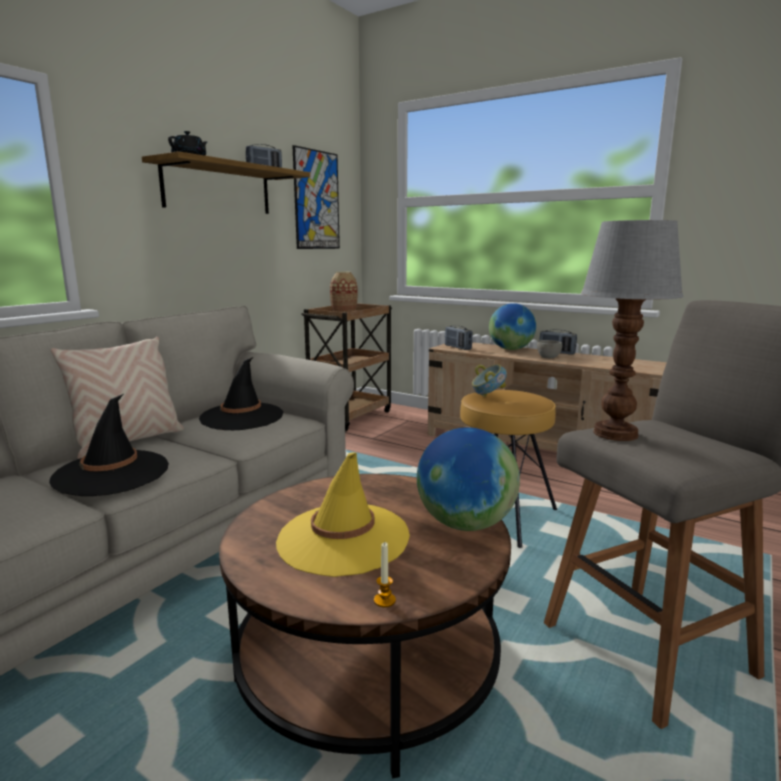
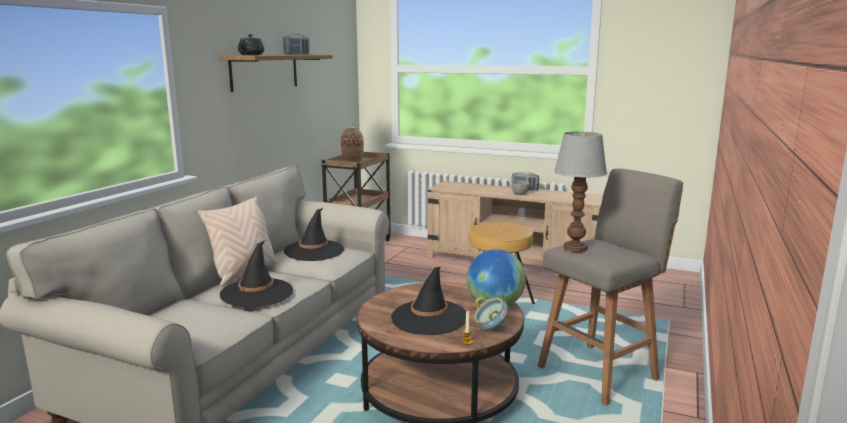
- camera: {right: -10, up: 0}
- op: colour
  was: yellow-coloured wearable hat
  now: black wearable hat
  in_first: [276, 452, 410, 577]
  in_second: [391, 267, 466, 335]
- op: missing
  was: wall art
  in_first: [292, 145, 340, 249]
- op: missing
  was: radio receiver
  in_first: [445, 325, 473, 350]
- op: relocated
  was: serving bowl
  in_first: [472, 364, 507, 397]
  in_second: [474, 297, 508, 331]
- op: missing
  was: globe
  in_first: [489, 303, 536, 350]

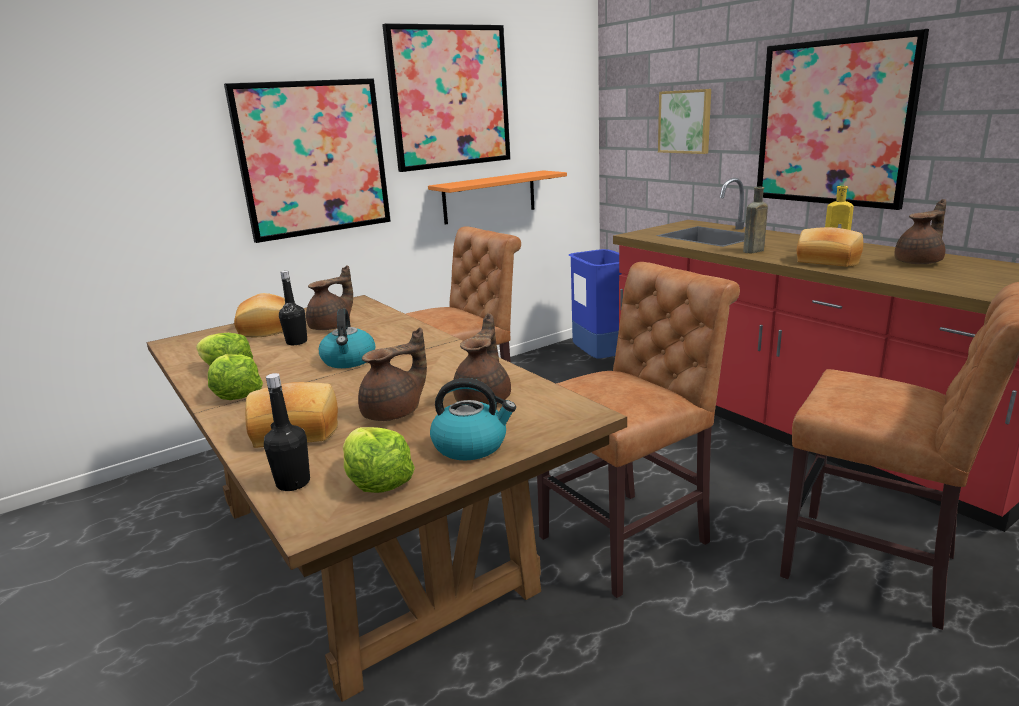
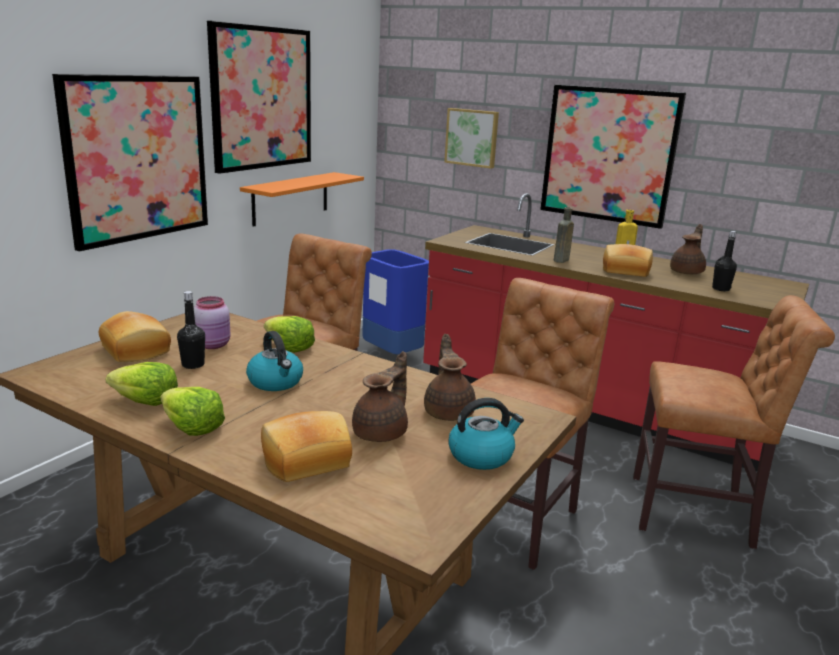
- camera: {right: -25, up: 0}
- op: relocated
  was: black drink bottle
  in_first: [264, 373, 310, 491]
  in_second: [712, 231, 737, 291]
- op: exchanged
  was: brownish pot for tea
  now: pink jar
  in_first: [306, 265, 353, 330]
  in_second: [194, 296, 230, 349]
- op: relocated
  was: lettuce head
  in_first: [343, 427, 415, 493]
  in_second: [264, 316, 315, 353]

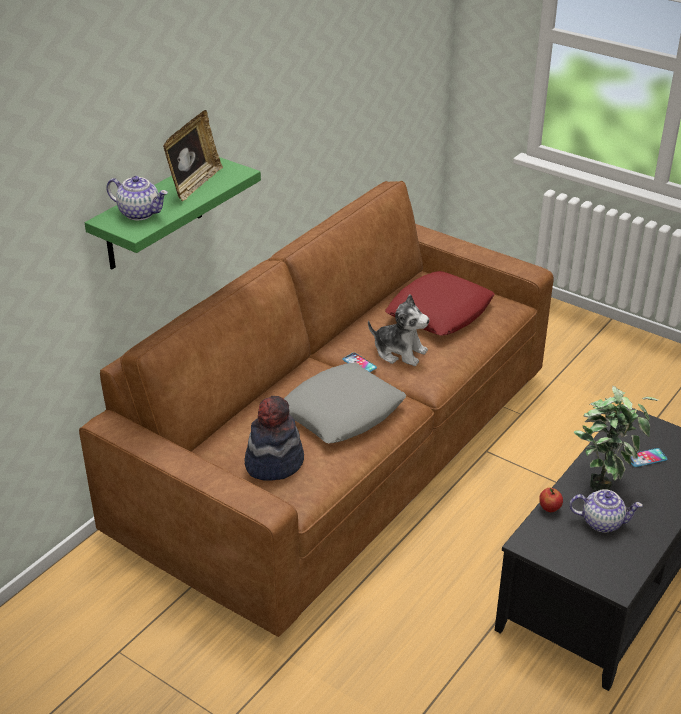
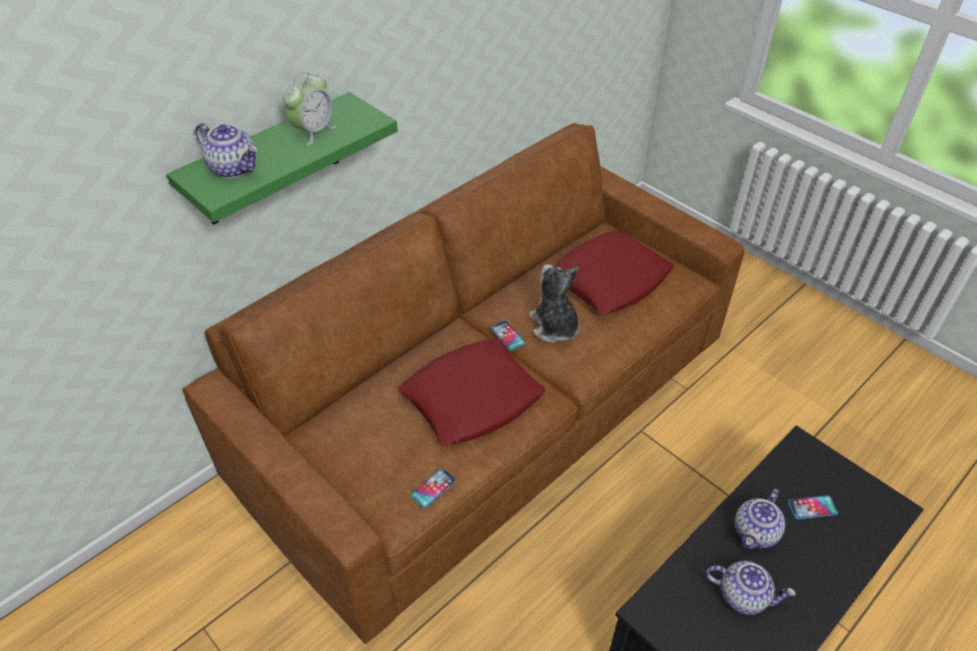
- camera: {right: 10, up: 10}
- op: exchanged
  was: standing frame
  now: table clock
  in_first: [163, 110, 223, 201]
  in_second: [283, 72, 336, 146]
- op: missing
  was: wearable hat
  in_first: [245, 396, 304, 481]
- op: colour
  was: grey throw pillow
  now: reddish throw pillow
  in_first: [284, 363, 406, 443]
  in_second: [398, 338, 546, 446]
- op: spun
  was: cuddly toy
  in_first: [368, 294, 430, 366]
  in_second: [529, 264, 580, 343]
  clockwise: -150
- op: missing
  was: apple fruit
  in_first: [539, 488, 563, 512]
- op: exchanged
  was: potted plant
  now: pot for tea
  in_first: [574, 386, 658, 491]
  in_second: [735, 489, 785, 549]
- op: appeared
  now: phone
  in_second: [410, 468, 456, 508]

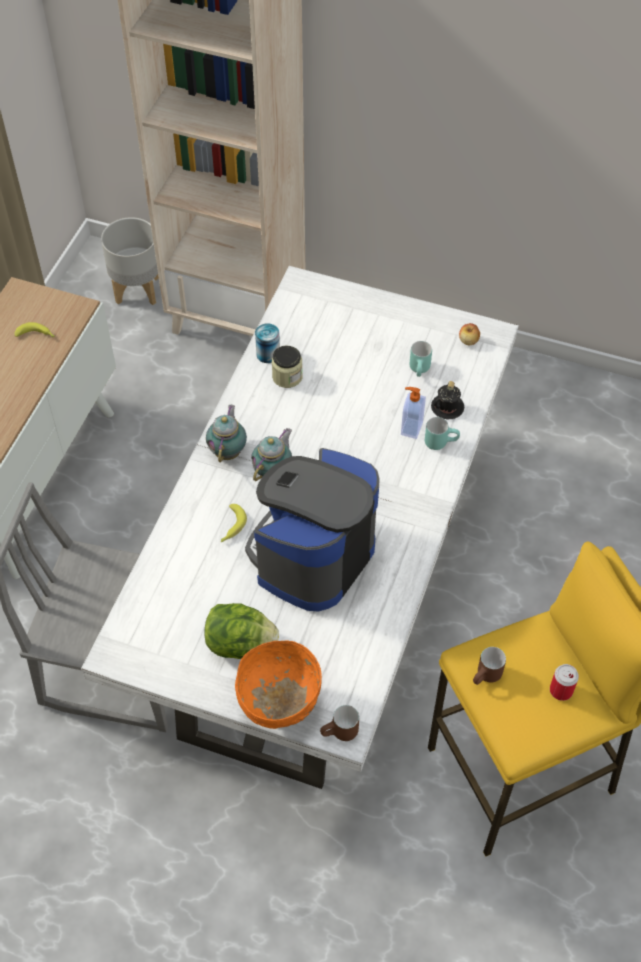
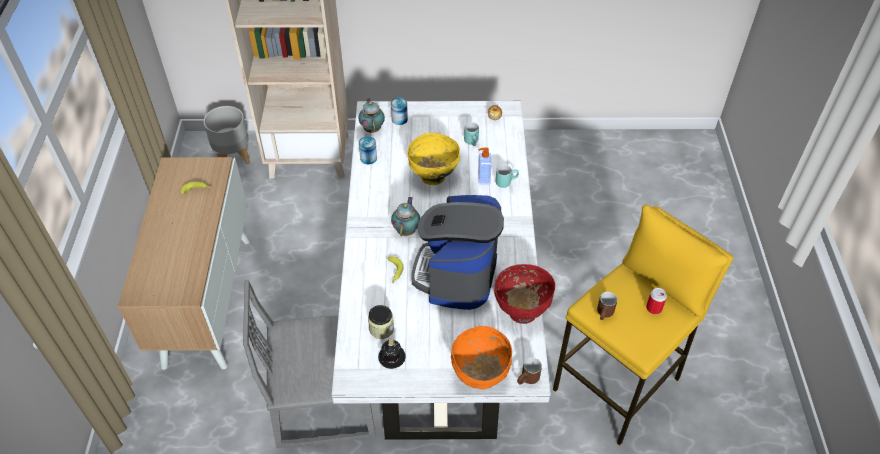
- camera: {right: -20, up: -5}
- op: missing
  was: lettuce head
  in_first: [204, 603, 279, 659]
- op: relocated
  was: pot for tea
  in_first: [206, 405, 247, 462]
  in_second: [359, 98, 385, 133]
- op: relocated
  was: jar
  in_first: [272, 346, 303, 388]
  in_second: [368, 305, 394, 339]
- op: relocated
  was: black coffee mug
  in_first: [431, 381, 465, 419]
  in_second: [378, 339, 406, 369]
- op: appeared
  now: sealed can
  in_second: [391, 98, 408, 125]
- op: appeared
  now: yellow-coloured serving bowl
  in_second: [407, 133, 460, 185]
- op: appeared
  now: reddish serving bowl
  in_second: [494, 264, 555, 324]

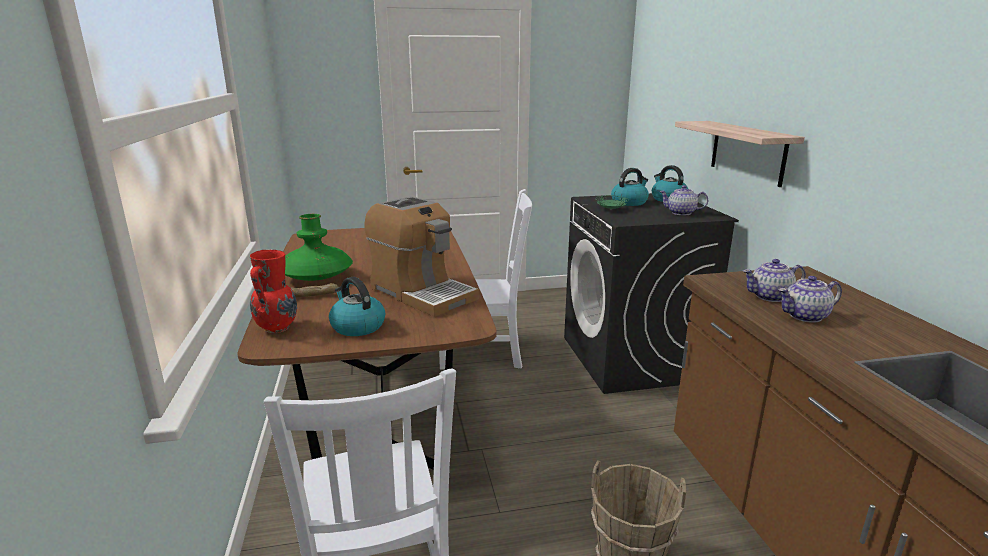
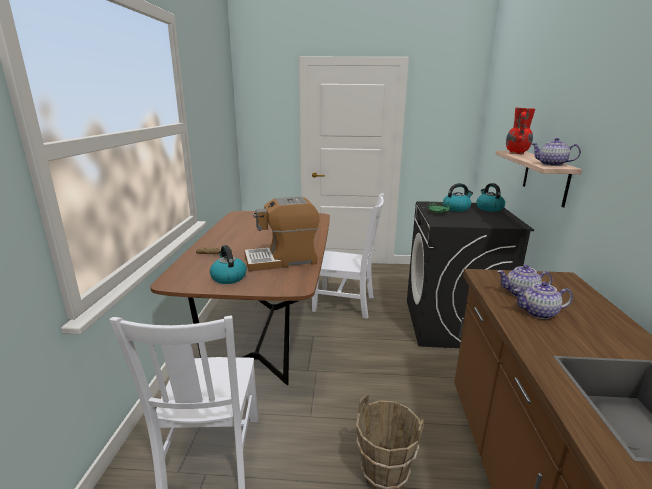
- camera: {right: 15, up: 0}
- op: relocated
  was: reddish flower vase
  in_first: [250, 250, 297, 333]
  in_second: [506, 108, 535, 154]
- op: missing
  was: greenish flower vase
  in_first: [285, 214, 353, 281]
- op: spun
  was: coffee brewer
  in_first: [364, 196, 479, 317]
  in_second: [244, 196, 320, 271]
  clockwise: 105
- op: relocated
  was: pot for tea
  in_first: [659, 185, 708, 215]
  in_second: [532, 138, 581, 166]

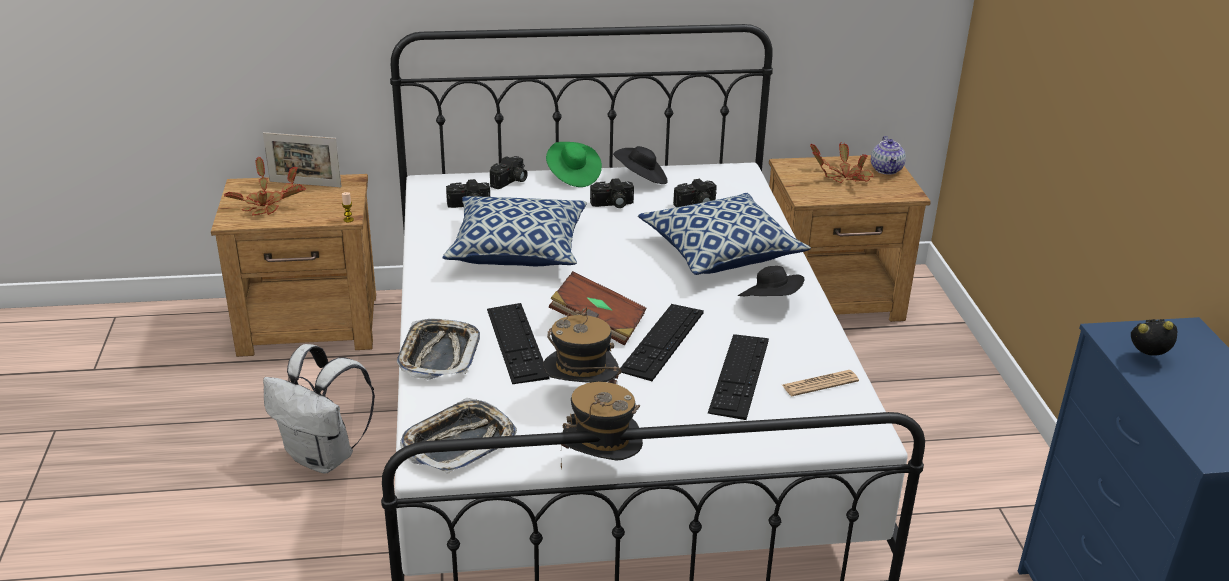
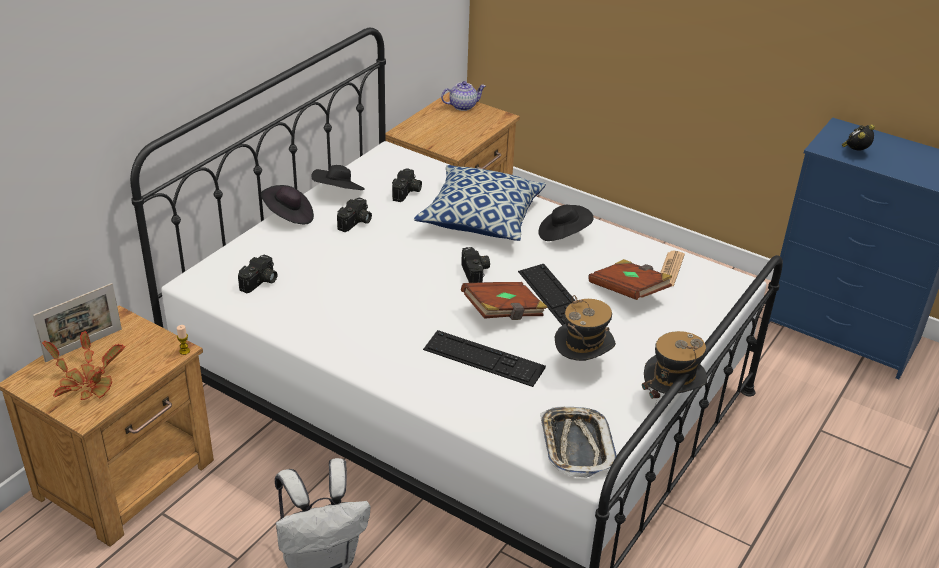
- camera: {right: -50, up: 5}
- op: missing
  was: serving tray
  in_first: [397, 319, 480, 380]
- op: missing
  was: throw pillow
  in_first: [443, 196, 587, 266]
- op: relocated
  was: photo camera
  in_first: [490, 156, 528, 189]
  in_second: [461, 247, 490, 283]
- op: colour
  was: greenish wearable hat
  now: black wearable hat
  in_first: [546, 142, 602, 187]
  in_second: [260, 185, 314, 224]
- op: exchanged
  was: keyboard
  now: brownish bound book
  in_first: [708, 334, 769, 420]
  in_second: [588, 259, 672, 300]
- op: missing
  was: potted plant
  in_first: [810, 142, 873, 183]
- op: spun
  was: pot for tea
  in_first: [871, 136, 906, 175]
  in_second: [441, 81, 486, 111]
  clockwise: -60

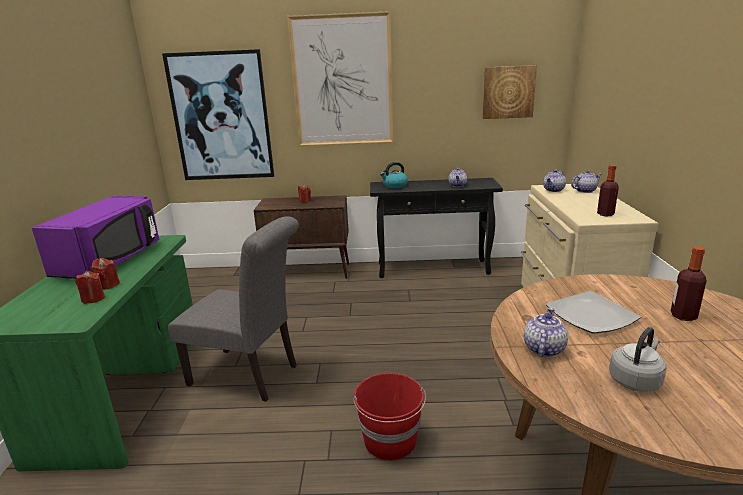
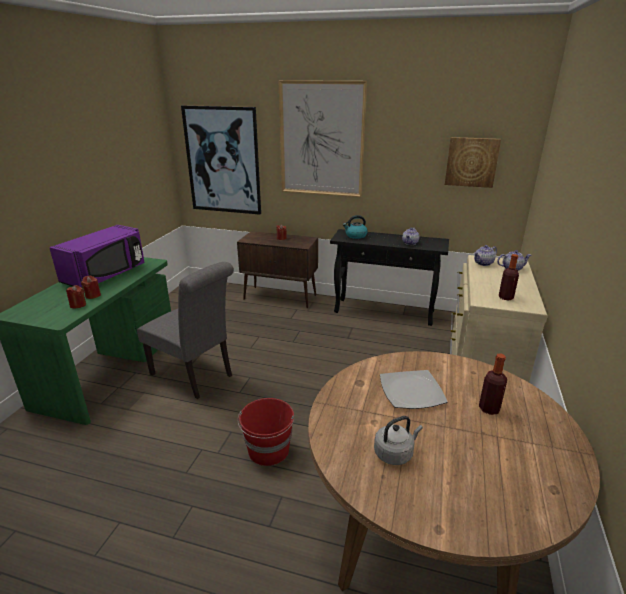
- camera: {right: 15, up: 5}
- op: missing
  was: pot for tea
  in_first: [524, 308, 568, 357]

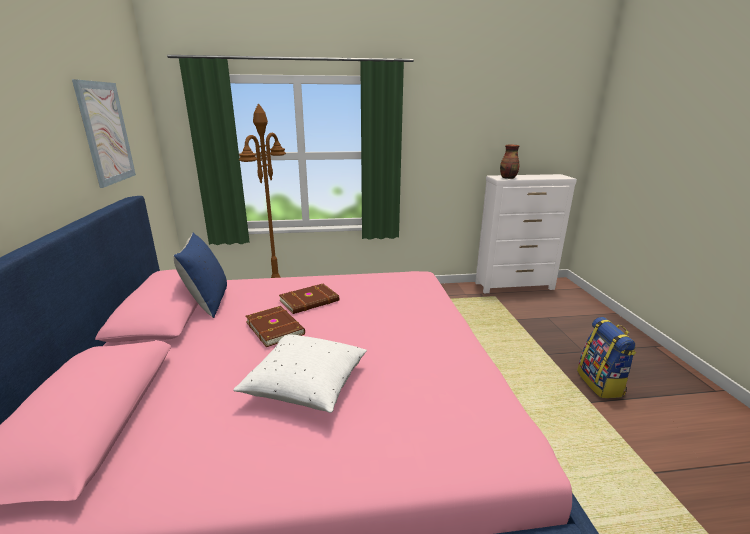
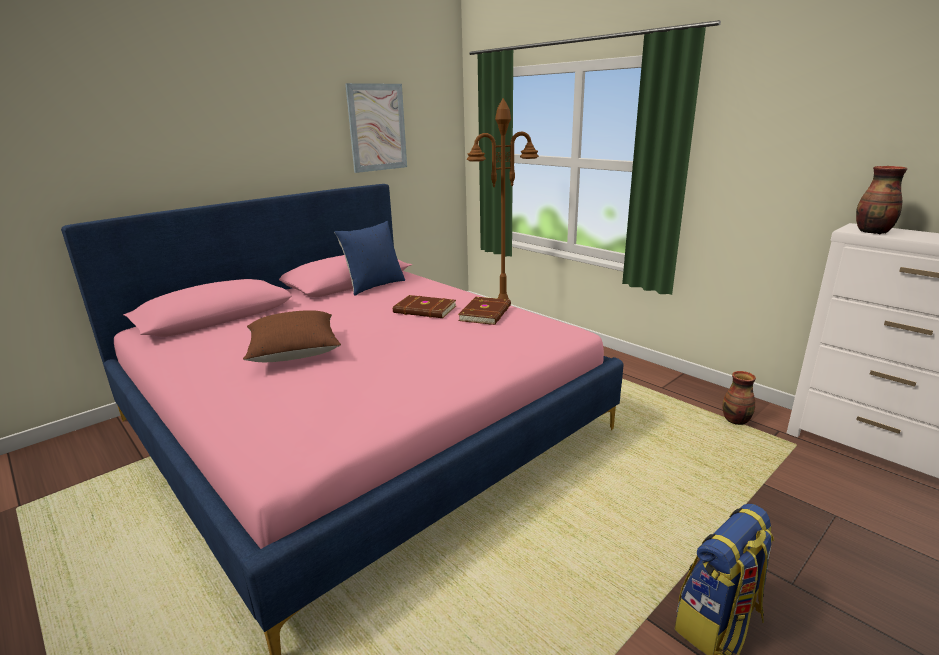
- camera: {right: 55, up: 0}
- op: colour
  was: white throw pillow
  now: brownish throw pillow
  in_first: [233, 335, 367, 413]
  in_second: [243, 310, 341, 362]
- op: relocated
  was: brownish bound book
  in_first: [246, 306, 305, 347]
  in_second: [458, 297, 511, 325]
- op: appeared
  now: flower vase
  in_second: [723, 371, 756, 425]

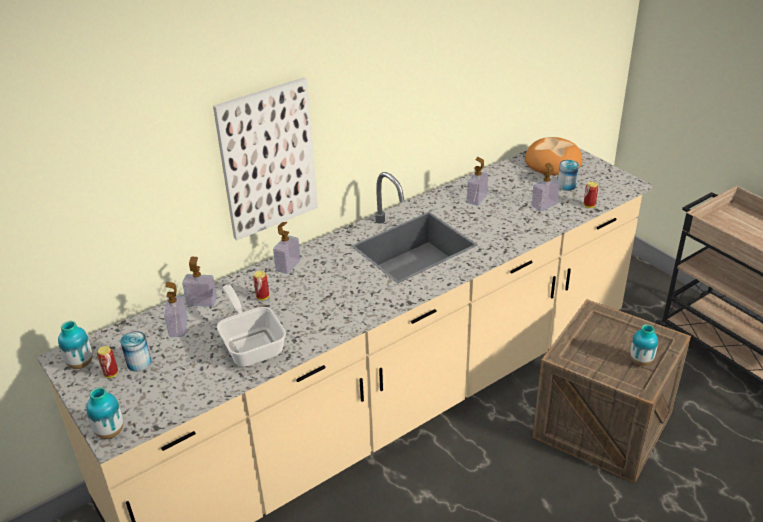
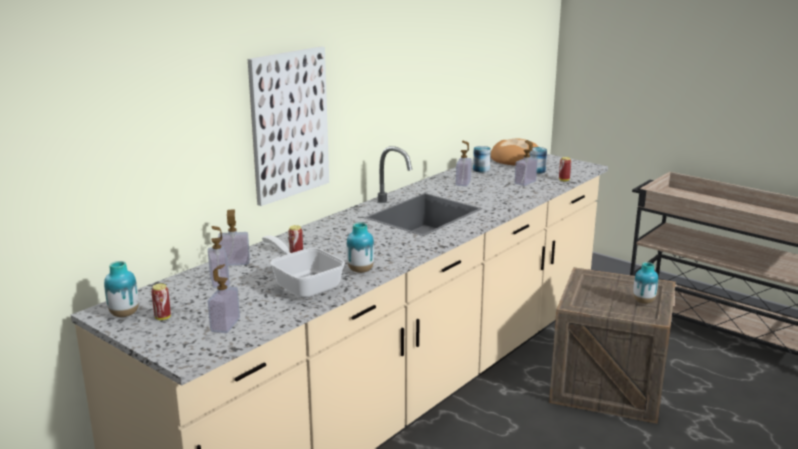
- camera: {right: -15, up: -15}
- op: relocated
  was: flower vase
  in_first: [86, 387, 123, 439]
  in_second: [347, 222, 374, 273]
- op: relocated
  was: sealed can
  in_first: [120, 331, 151, 371]
  in_second: [473, 146, 491, 172]
- op: relocated
  was: soap dispenser
  in_first: [273, 222, 301, 274]
  in_second: [208, 264, 240, 333]

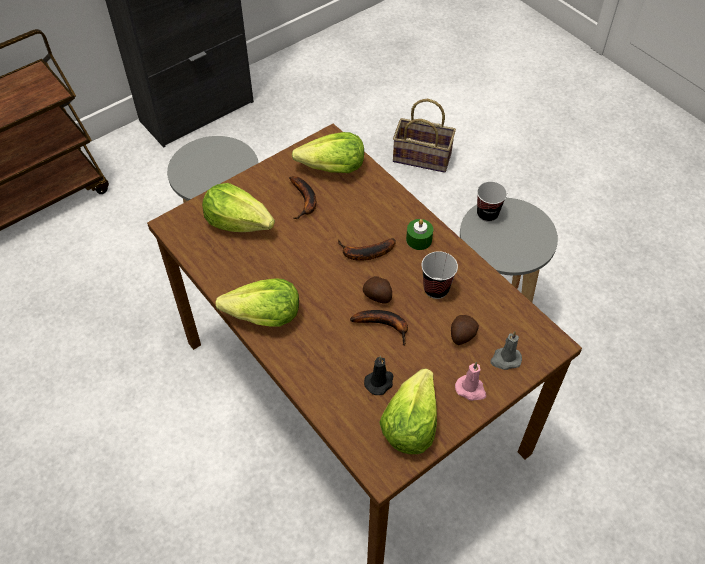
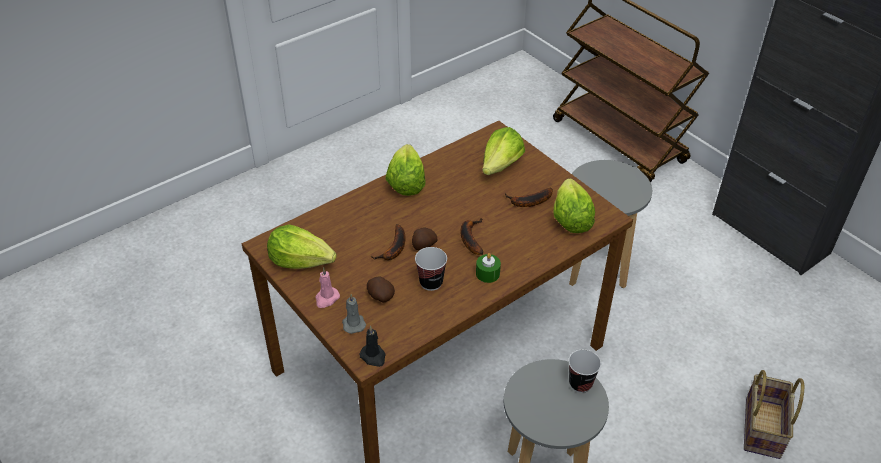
- camera: {right: 90, up: -10}
- op: relocated
  was: black wax candle
  in_first: [364, 356, 394, 395]
  in_second: [360, 326, 386, 367]

